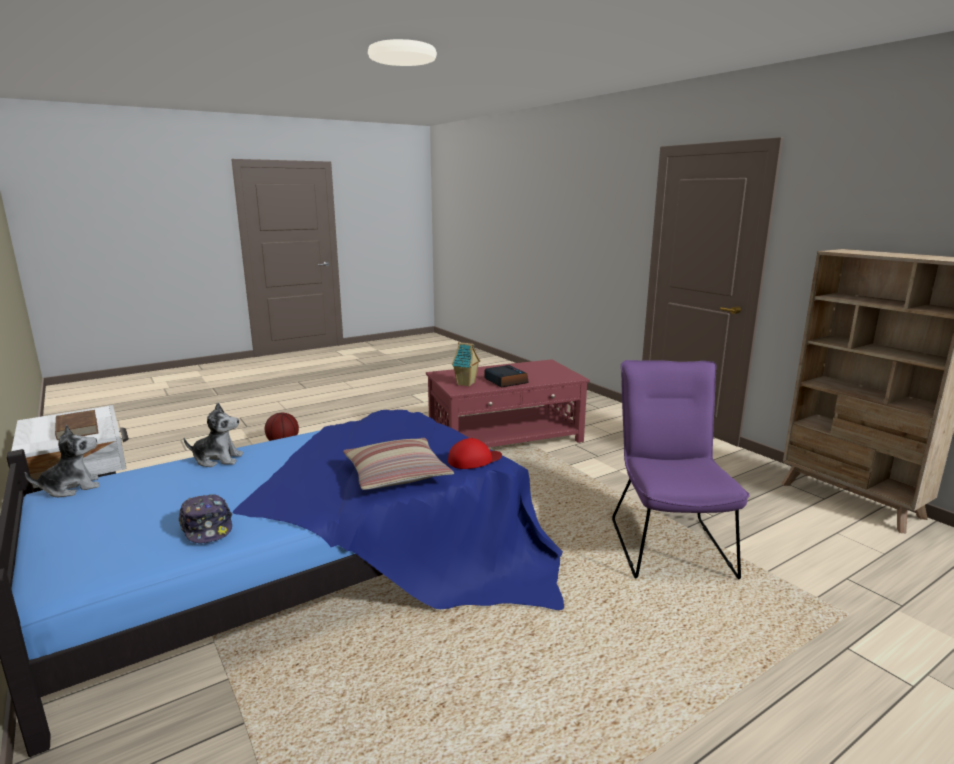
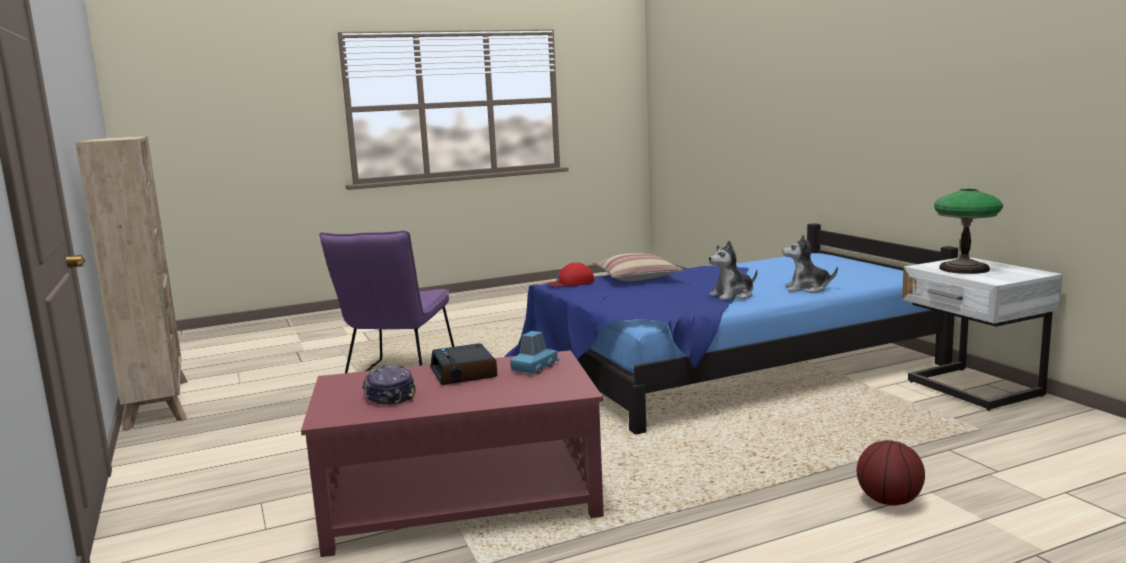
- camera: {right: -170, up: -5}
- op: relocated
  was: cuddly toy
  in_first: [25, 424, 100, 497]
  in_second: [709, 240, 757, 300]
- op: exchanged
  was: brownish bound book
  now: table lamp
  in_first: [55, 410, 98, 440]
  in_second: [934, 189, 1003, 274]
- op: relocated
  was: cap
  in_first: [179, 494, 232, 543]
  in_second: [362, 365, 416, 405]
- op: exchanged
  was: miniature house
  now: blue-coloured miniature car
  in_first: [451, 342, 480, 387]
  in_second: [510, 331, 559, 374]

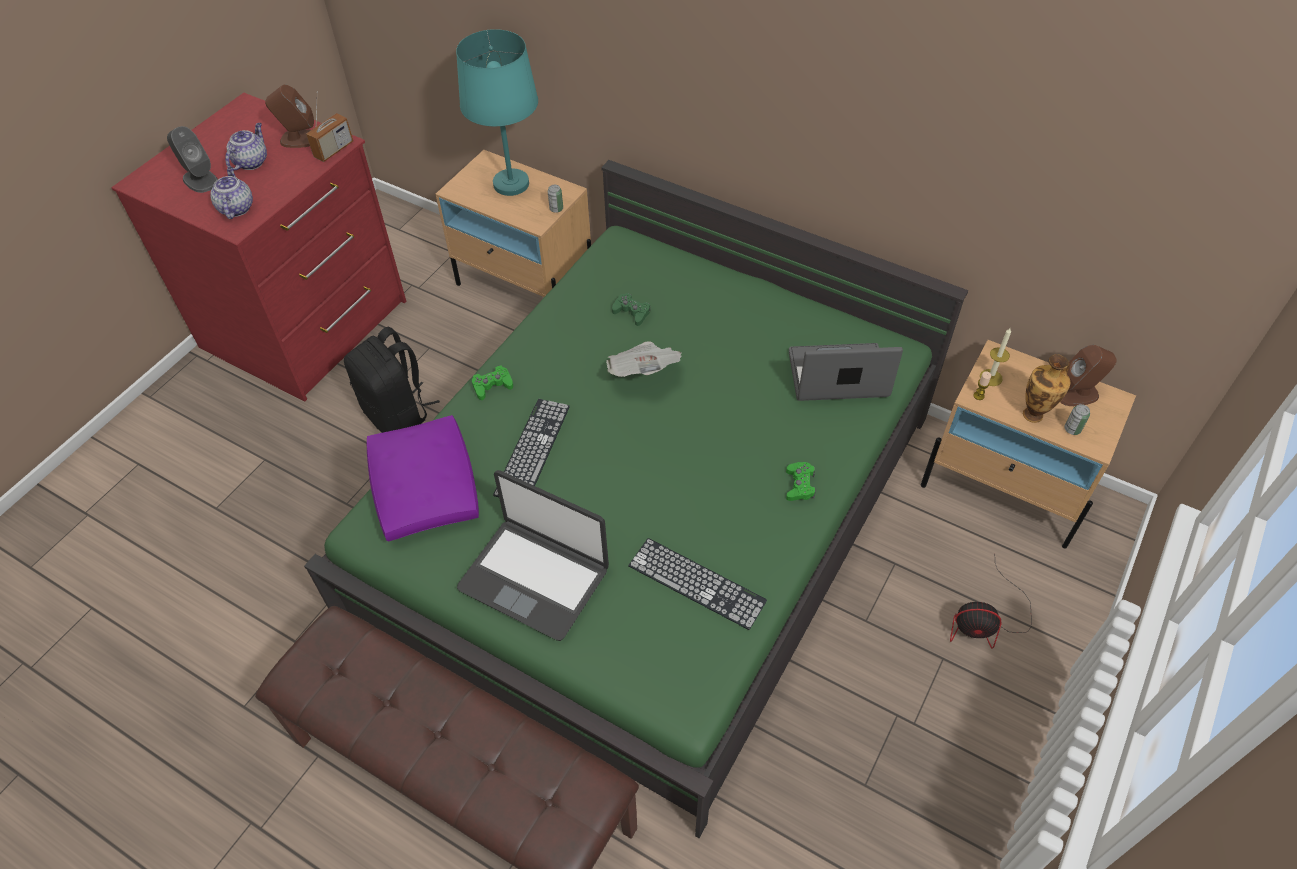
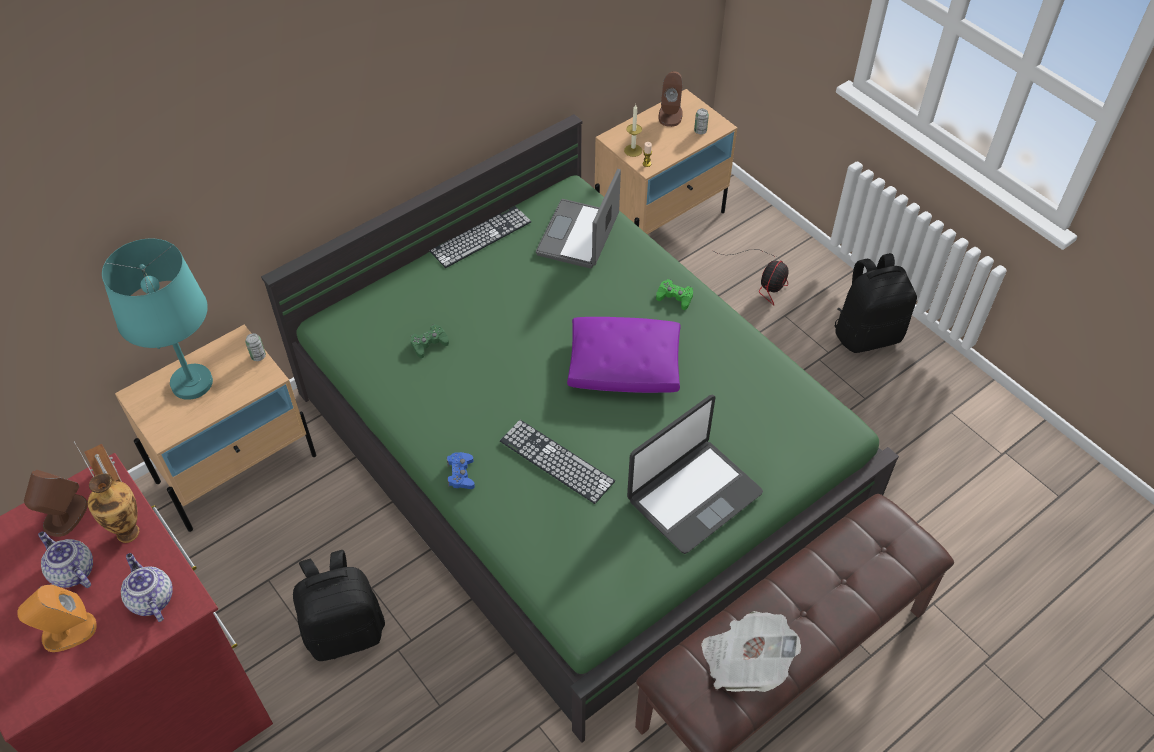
- camera: {right: -70, up: 0}
- op: colour
  was: grey audio speaker
  now: orangey audio speaker
  in_first: [167, 126, 218, 193]
  in_second: [17, 584, 97, 652]
- op: spun
  was: pot for tea
  in_first: [210, 167, 253, 219]
  in_second: [121, 553, 173, 622]
  clockwise: 45
- op: relocated
  was: purple-coloured throw pillow
  in_first: [367, 415, 479, 542]
  in_second: [567, 317, 681, 393]
- op: colour
  was: greenish gamepad
  now: blue-coloured gamepad
  in_first: [472, 365, 513, 400]
  in_second: [447, 452, 475, 489]
- op: relocated
  was: newspaper
  in_first: [606, 341, 682, 377]
  in_second: [701, 611, 801, 692]
- op: relocated
  was: keyboard
  in_first: [628, 538, 767, 630]
  in_second: [430, 206, 531, 268]
- op: relocated
  was: flower vase
  in_first: [1023, 354, 1070, 423]
  in_second: [88, 474, 139, 543]
- op: appeared
  now: black knapsack
  in_second: [835, 253, 917, 353]

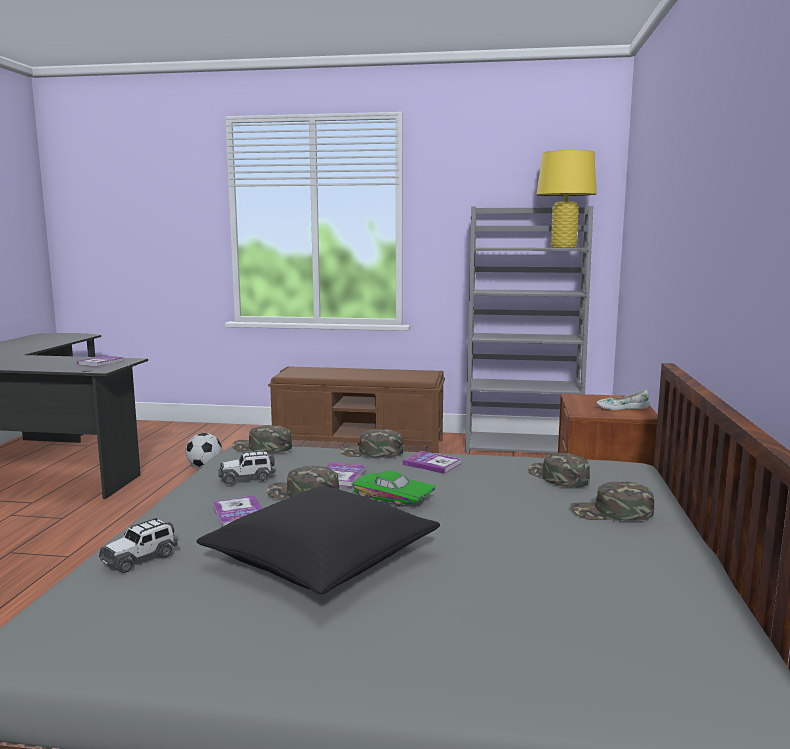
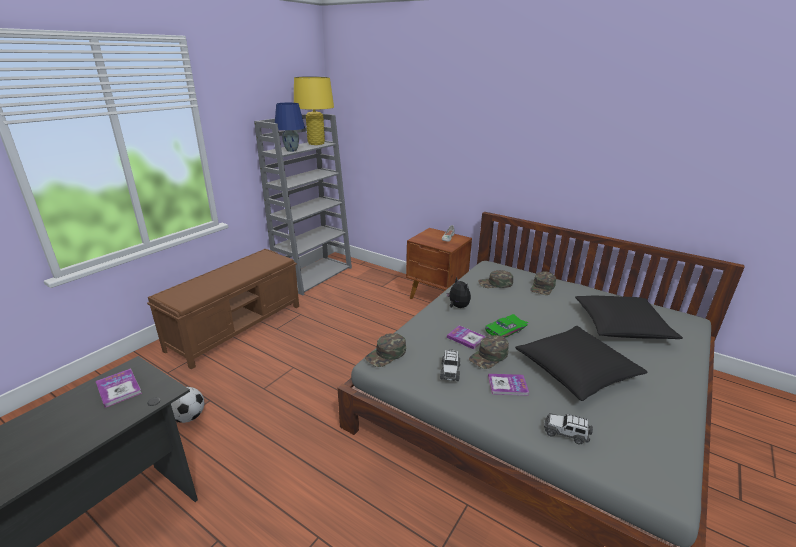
- camera: {right: -65, up: 15}
- op: spun
  was: miniature car
  in_first: [99, 518, 178, 573]
  in_second: [544, 413, 593, 444]
  clockwise: 135
- op: missing
  was: greenish cap
  in_first: [340, 429, 404, 458]
- op: exchanged
  was: bound book
  now: cuddly toy
  in_first: [403, 451, 461, 474]
  in_second: [446, 276, 471, 308]
- op: appeared
  now: blue-coloured table lamp
  in_second: [275, 103, 305, 152]
- op: appeared
  now: black throw pillow
  in_second: [575, 296, 683, 339]

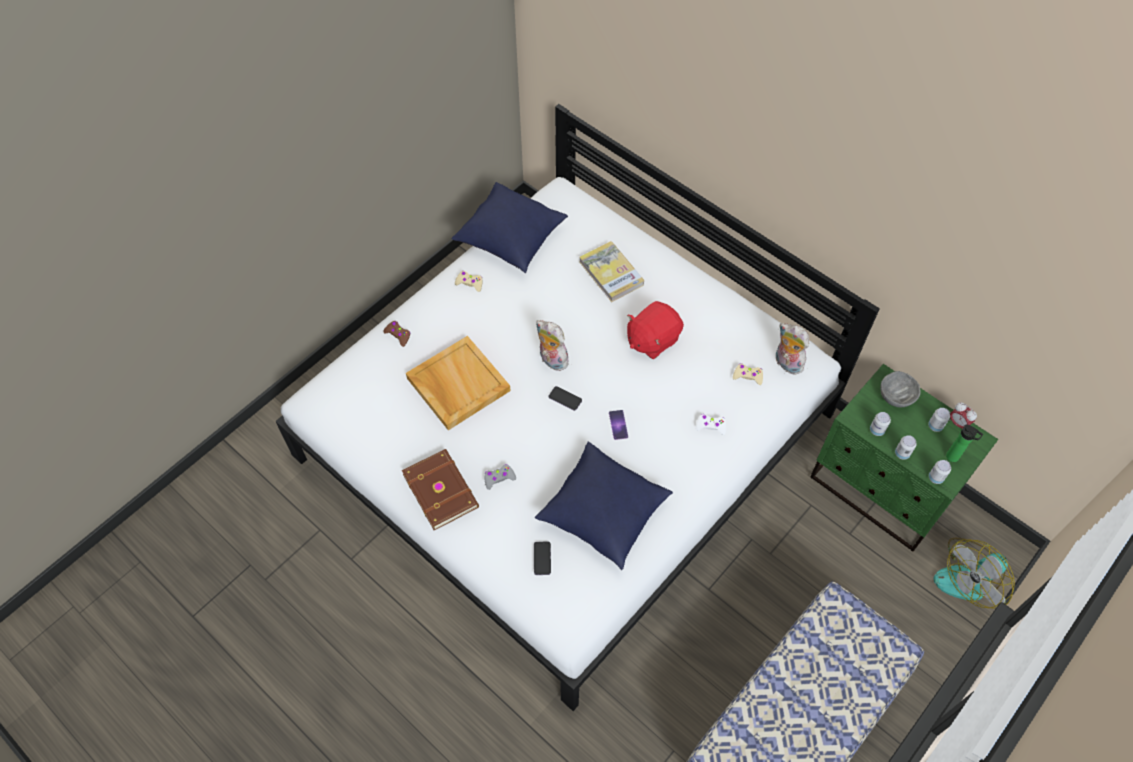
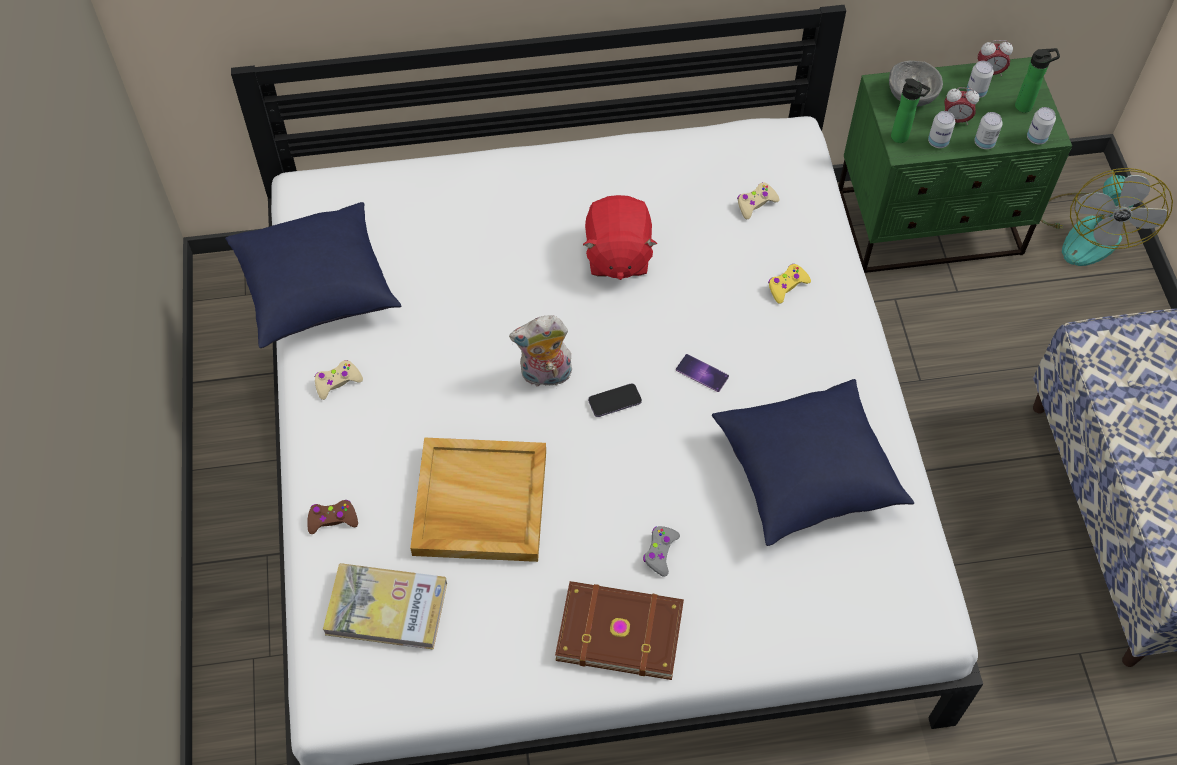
- camera: {right: -50, up: 0}
- op: missing
  was: phone
  in_first: [534, 542, 551, 575]
- op: relocated
  was: bound book
  in_first: [579, 241, 644, 302]
  in_second: [323, 563, 447, 650]
- op: colour
  was: white gamepad
  now: yellow-coloured gamepad
  in_first: [695, 414, 726, 435]
  in_second: [768, 264, 811, 304]
- op: missing
  was: cuddly toy
  in_first: [775, 323, 809, 375]
- op: appeared
  now: drink bottle
  in_second: [891, 78, 931, 143]
- op: appeared
  now: table clock
  in_second: [945, 87, 979, 125]

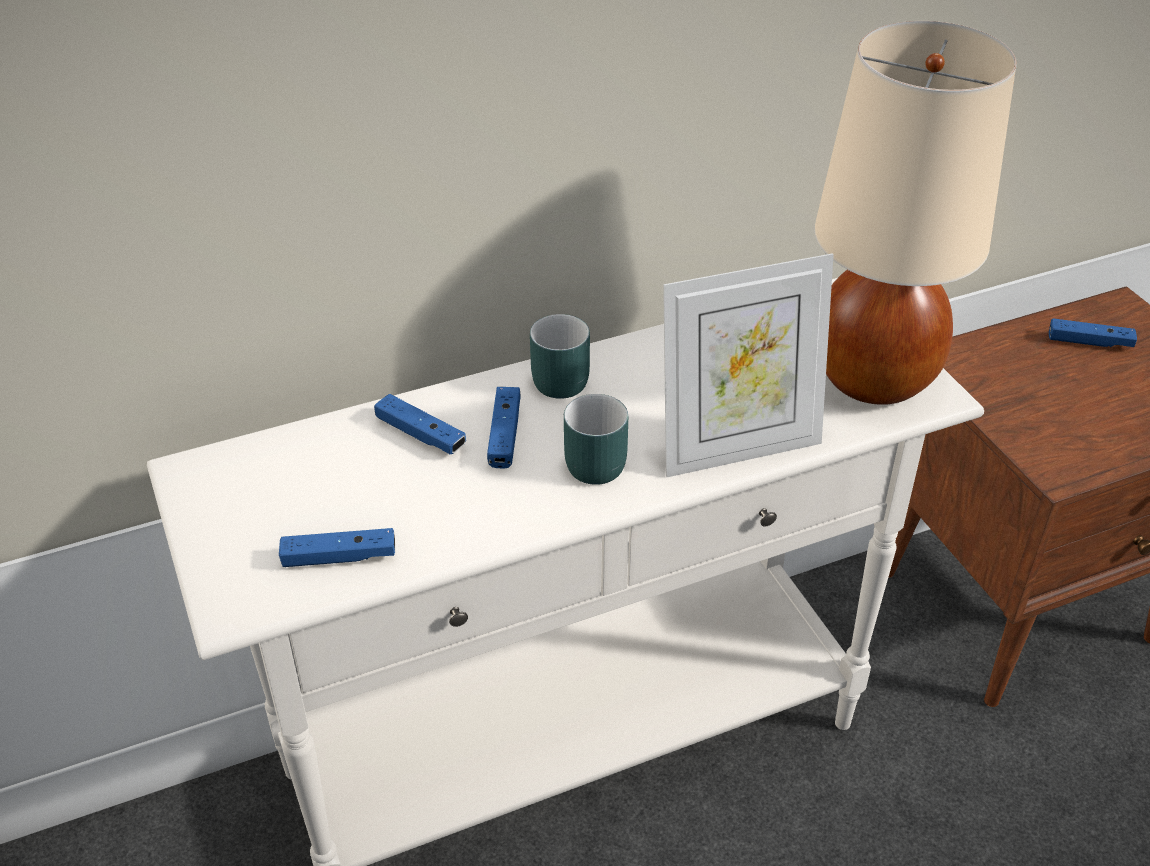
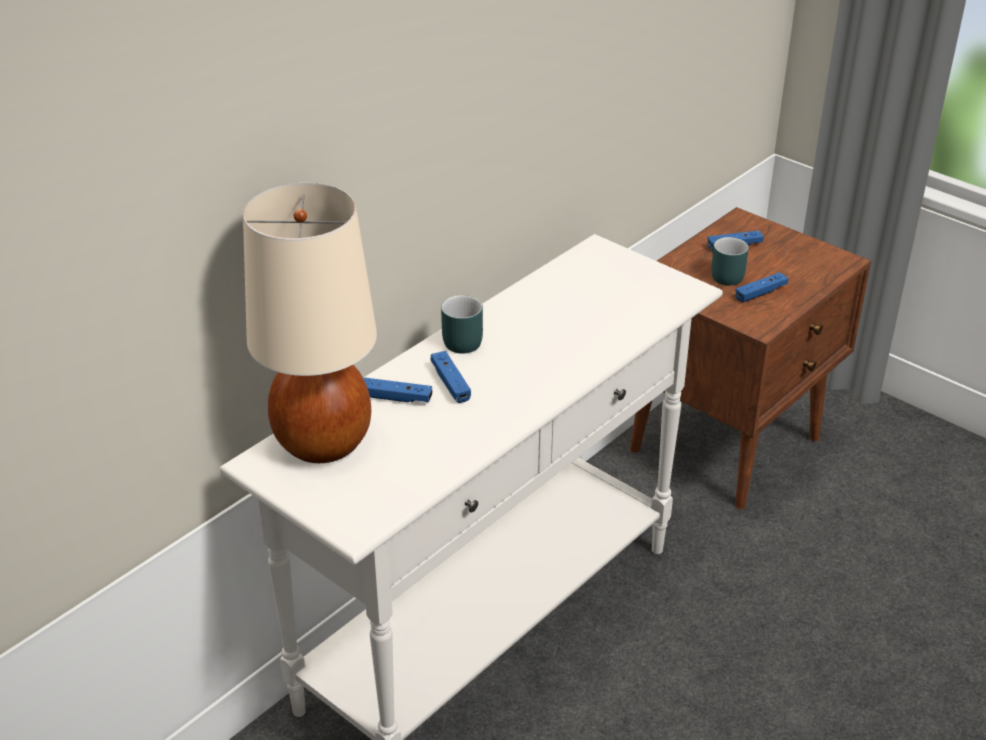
- camera: {right: -25, up: -5}
- op: relocated
  was: blue-coloured gamepad
  in_first: [279, 528, 395, 567]
  in_second: [735, 272, 788, 302]
- op: relocated
  was: turquoise-coloured coffee mug
  in_first: [564, 394, 628, 485]
  in_second: [711, 237, 749, 286]
- op: missing
  was: standing frame
  in_first: [663, 253, 834, 477]
- op: relocated
  was: beige table lamp
  in_first: [814, 21, 1017, 405]
  in_second: [243, 183, 377, 463]

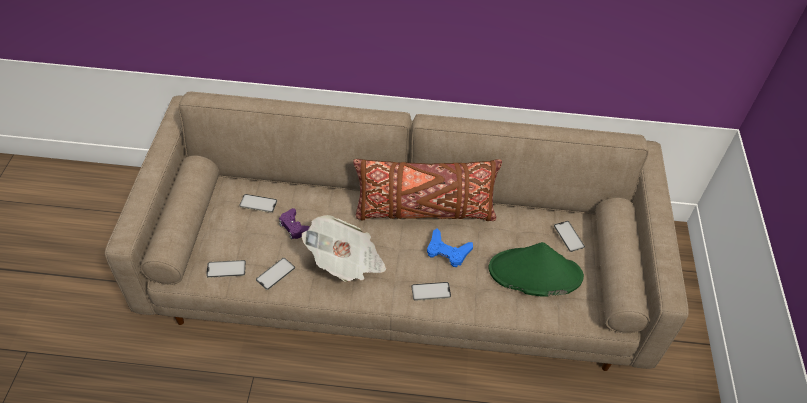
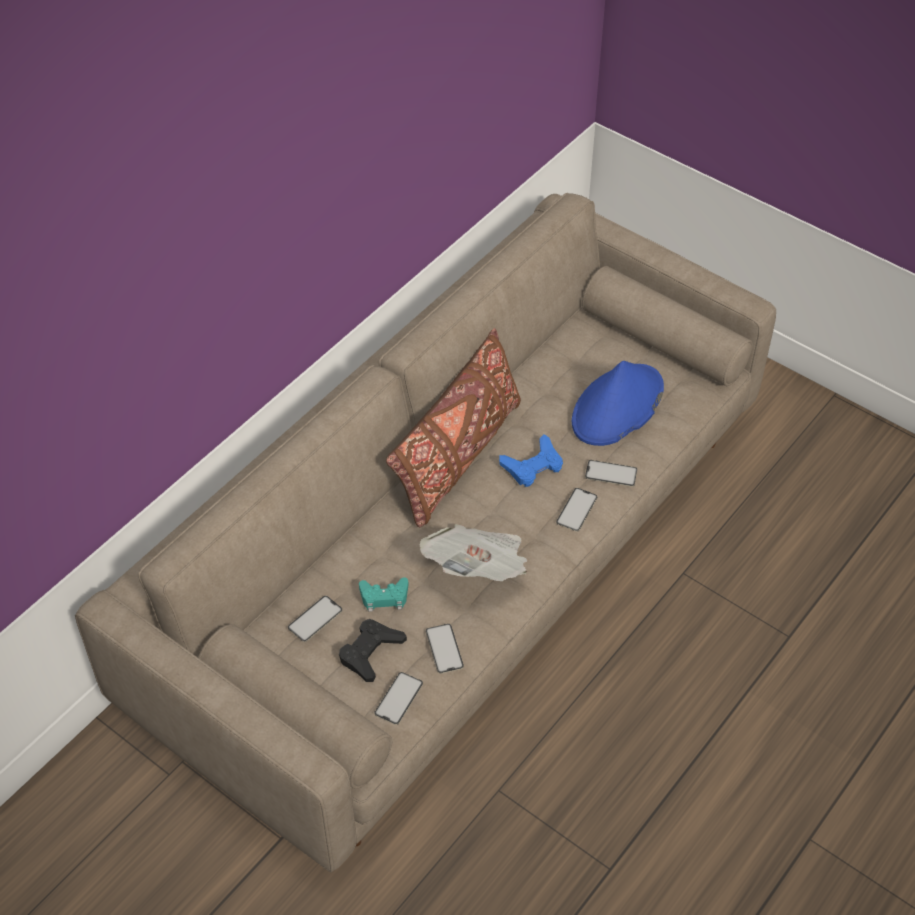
- camera: {right: -55, up: 0}
- op: colour
  was: purple-coloured gamepad
  now: turquoise-coloured gamepad
  in_first: [279, 208, 310, 239]
  in_second: [359, 577, 408, 612]
- op: colour
  was: greenish wearable hat
  now: blue-coloured wearable hat
  in_first: [489, 242, 584, 297]
  in_second: [572, 361, 664, 446]
- op: relocated
  was: phone
  in_first: [554, 221, 585, 252]
  in_second: [585, 460, 637, 487]
- op: appeared
  now: black gamepad
  in_second: [339, 619, 407, 682]

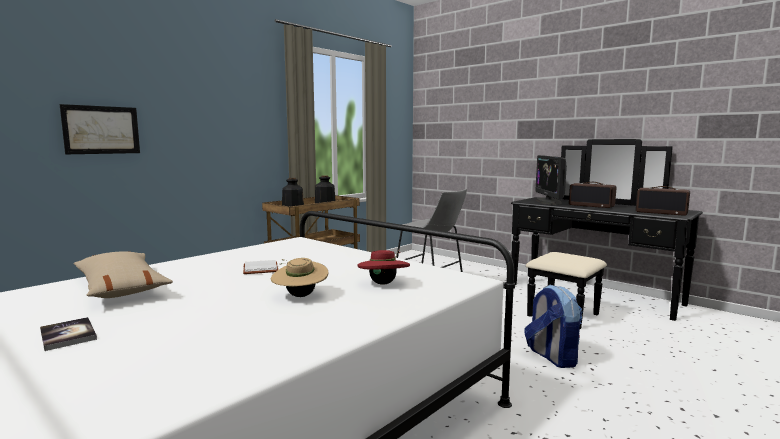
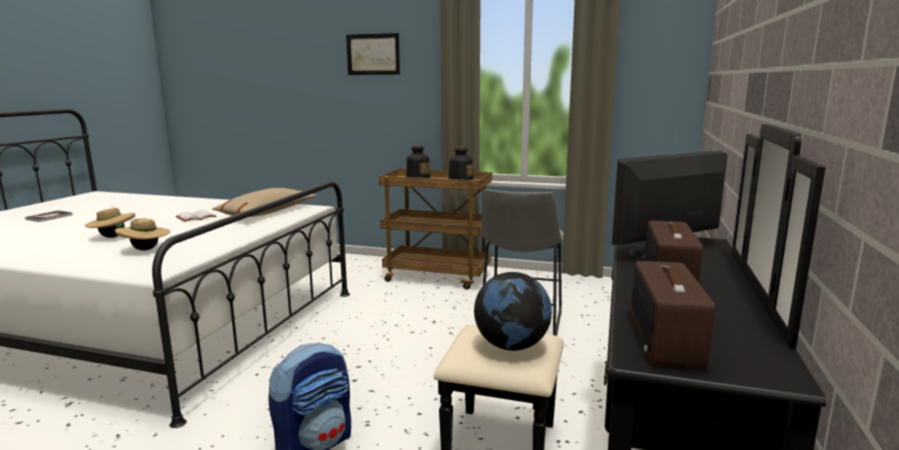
- camera: {right: 65, up: 5}
- op: relocated
  was: wall art
  in_first: [60, 104, 140, 154]
  in_second: [346, 33, 400, 75]
- op: relocated
  was: beige throw pillow
  in_first: [74, 251, 173, 298]
  in_second: [212, 188, 317, 217]
- op: colour
  was: reddish wearable hat
  now: beige wearable hat
  in_first: [358, 250, 410, 285]
  in_second: [115, 218, 170, 251]
- op: appeared
  now: globe
  in_second: [474, 272, 552, 351]

